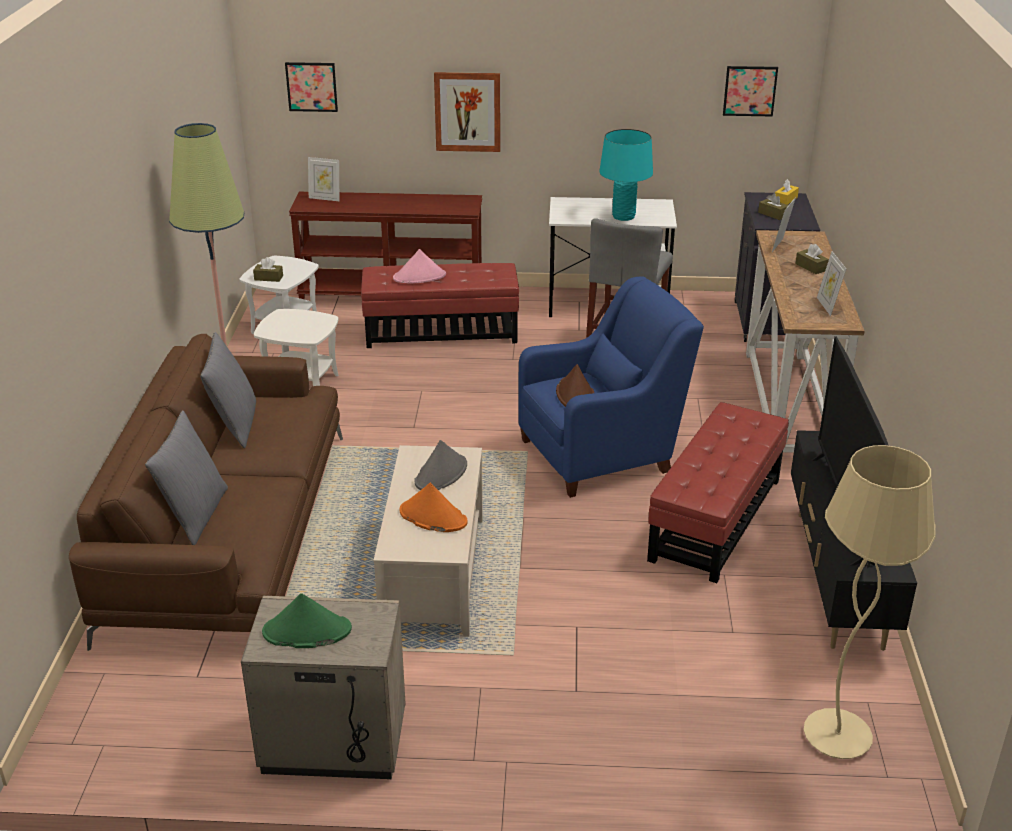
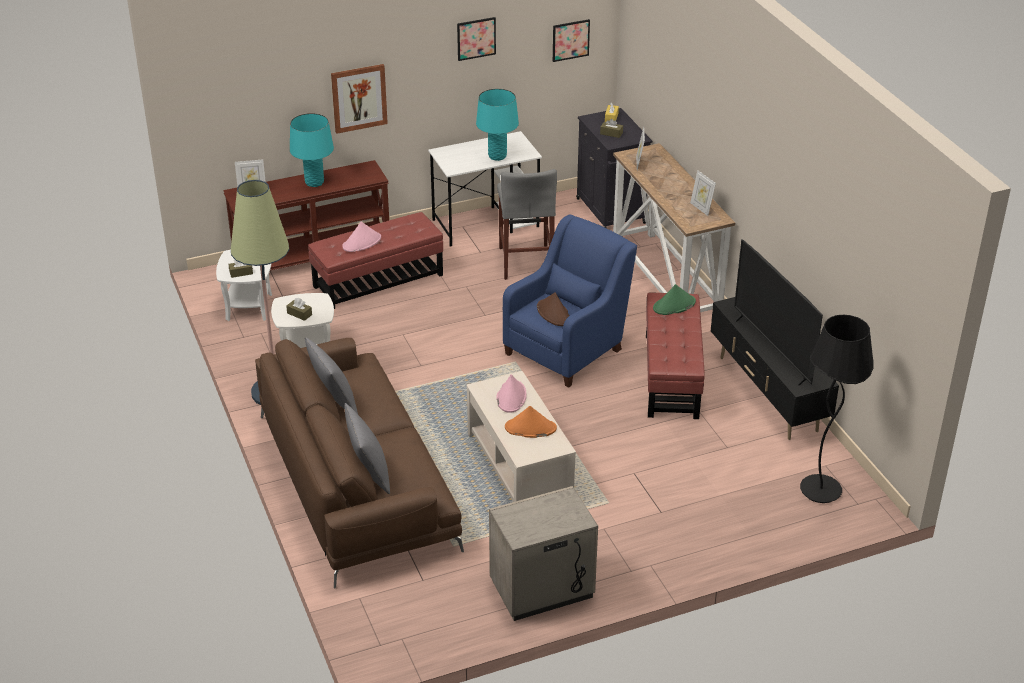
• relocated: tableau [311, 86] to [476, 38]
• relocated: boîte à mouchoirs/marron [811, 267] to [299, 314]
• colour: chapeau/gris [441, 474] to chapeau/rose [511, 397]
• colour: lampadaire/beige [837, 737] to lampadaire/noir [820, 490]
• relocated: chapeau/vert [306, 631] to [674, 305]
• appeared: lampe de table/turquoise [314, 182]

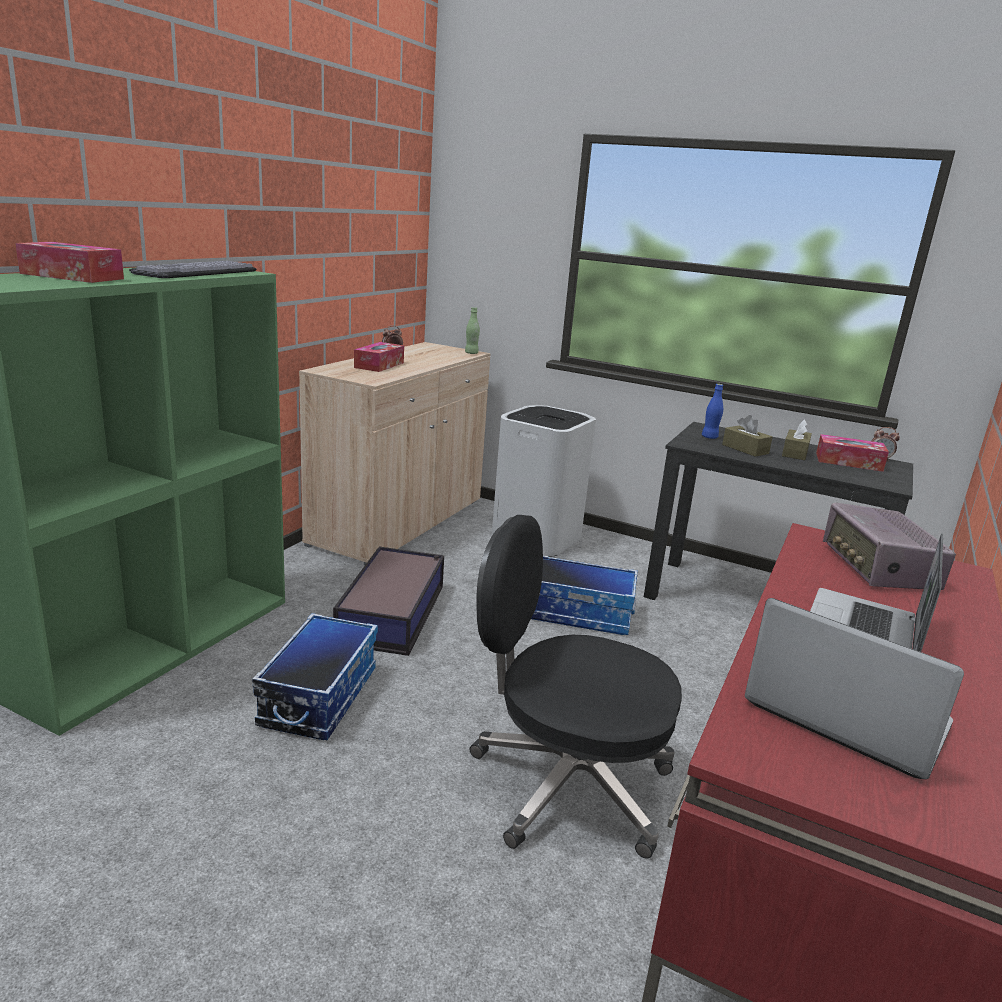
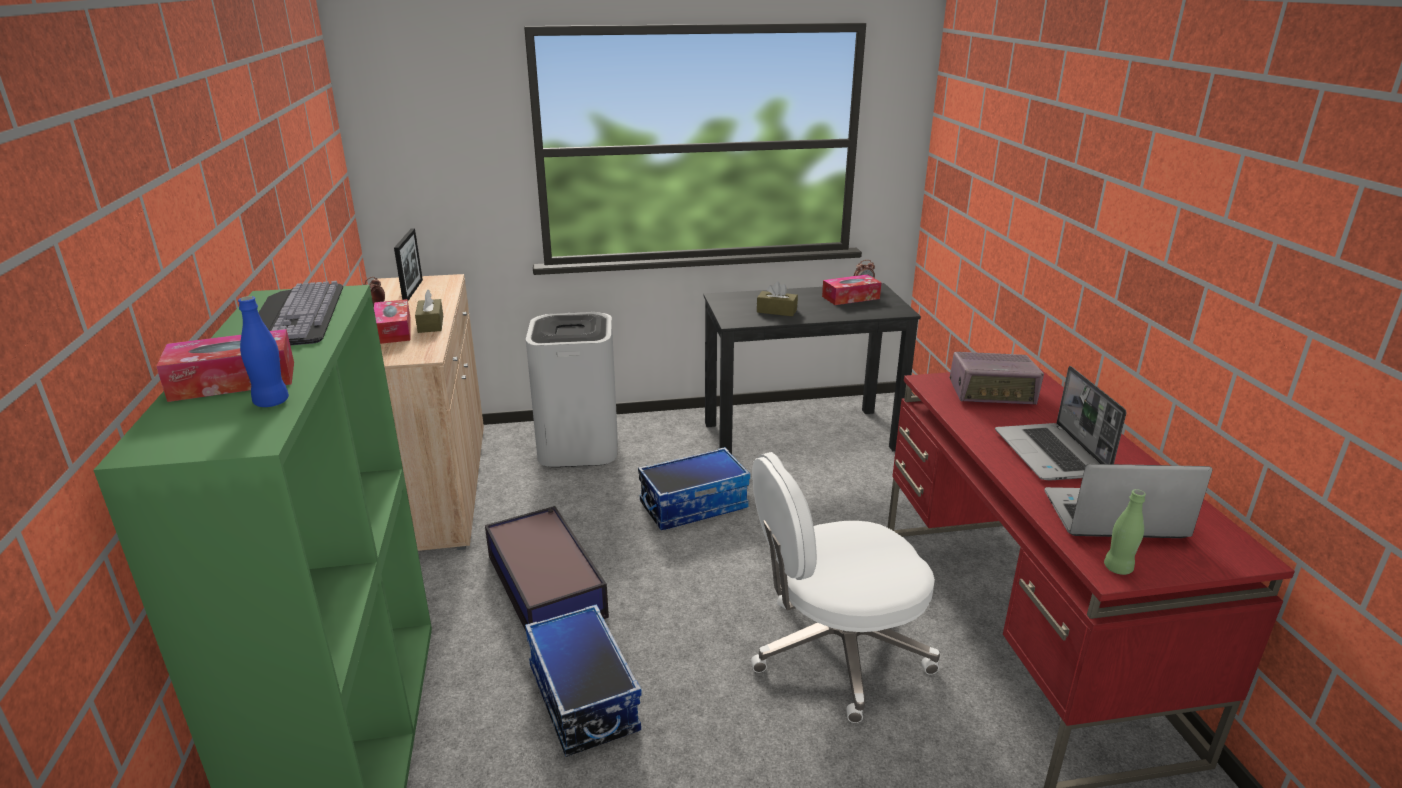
• relocated: bouteille/vert [471, 353] to [1118, 568]
• relocated: bouteille/bleu [709, 437] to [271, 402]
• relocated: boîte à mouchoirs/marron [795, 453] to [430, 324]
• spun: radio [878, 568] = [992, 394] 45 degrees counterclockwise
• colour: chaise de bureau/noir [566, 783] to chaise de bureau/blanc [836, 652]
• appeared: cadre photo [413, 291]

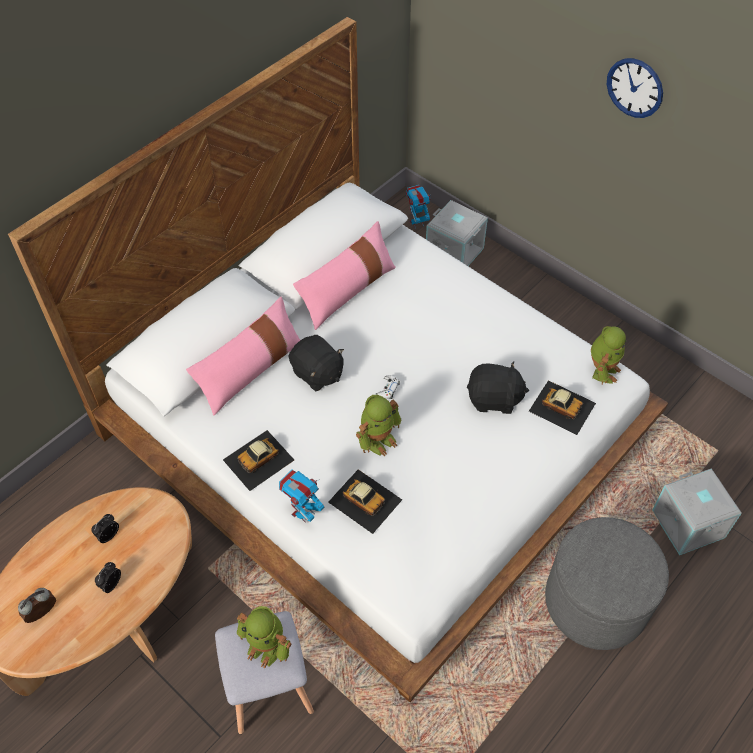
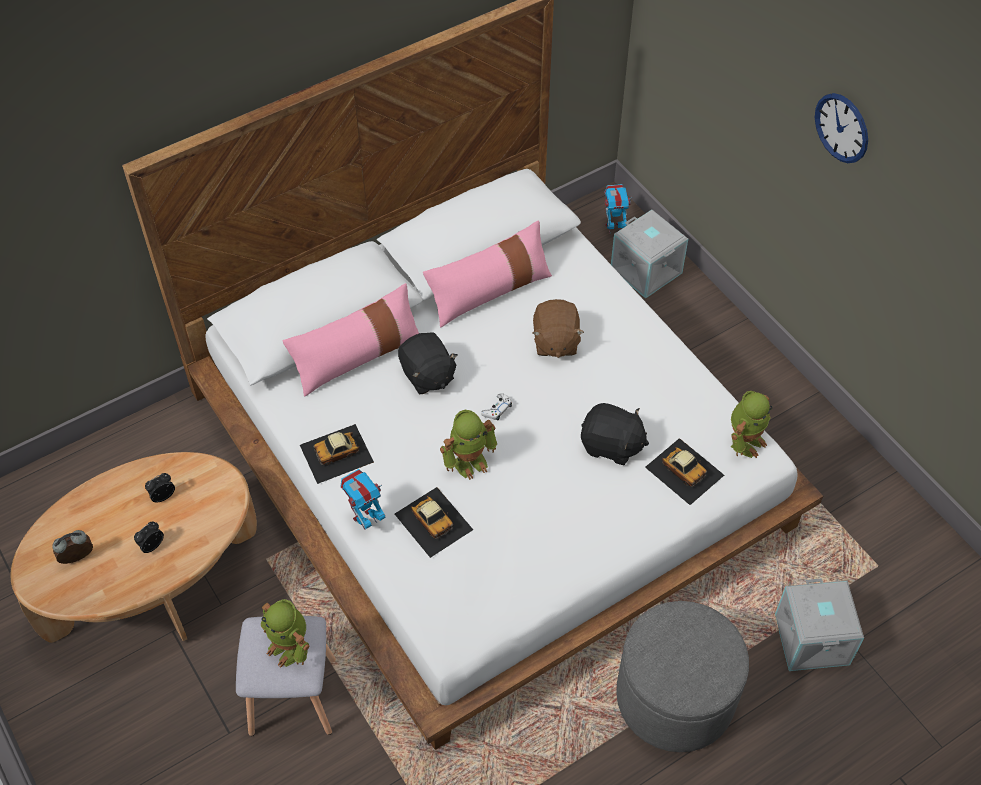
• appeared: peluche/marron [555, 341]

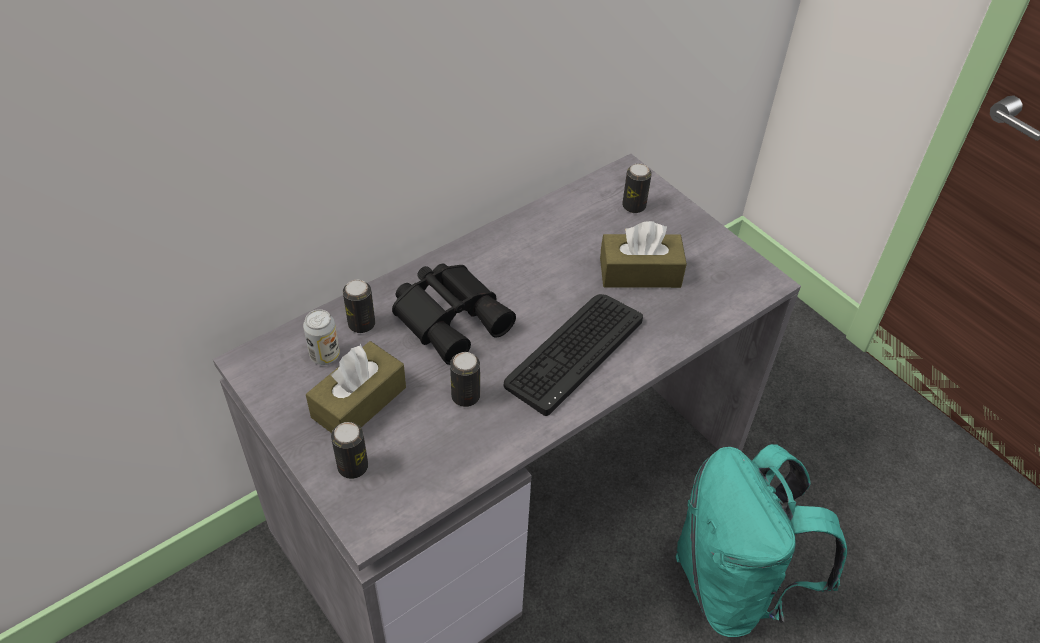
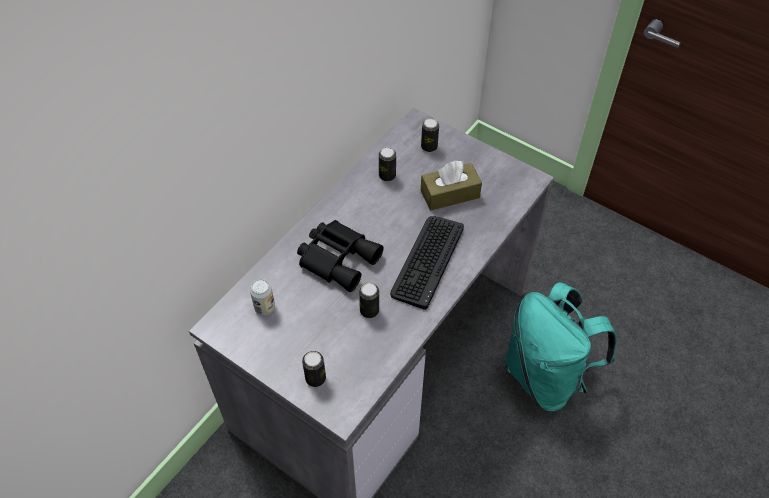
• relocated: boîte métallique [361, 324] to [387, 175]
• missing: boîte à mouchoirs/marron [359, 402]

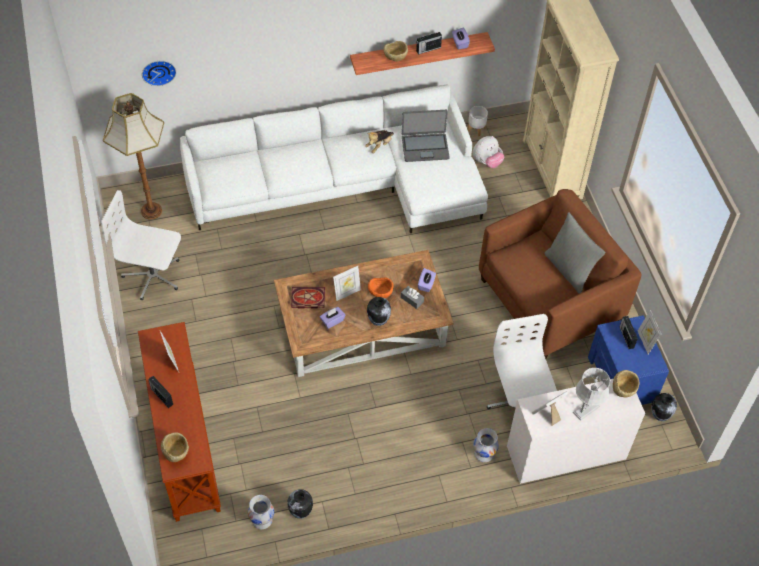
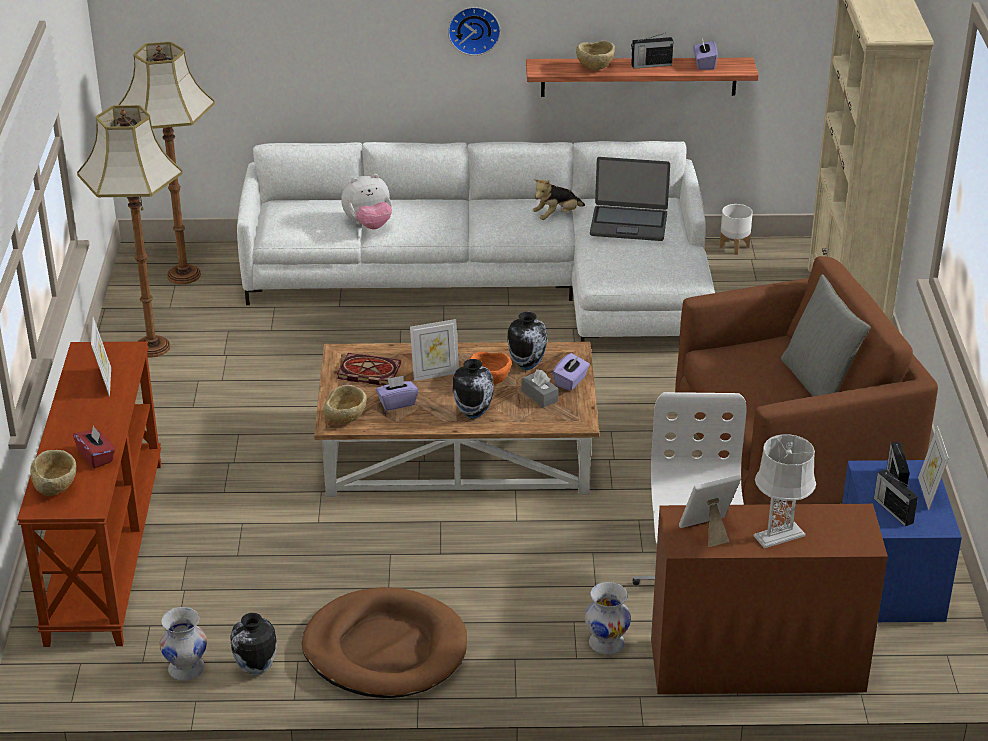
• relocated: horloge murale [158, 71] to [474, 29]
• relocated: peluche [486, 162] to [368, 225]
• exchanged: chaise de bureau/blanc [153, 276] to lampadaire [151, 347]
• relocated: bol/beige [623, 390] to [345, 420]
• relocated: radio [161, 396] to [893, 510]
• colour: bureau/blanc [566, 453] to bureau/marron [756, 666]
• relocated: vase [660, 415] to [527, 365]
• appeared: boîte à mouchoirs/rouge [96, 457]
• appeared: panier pour chien/marron [385, 649]

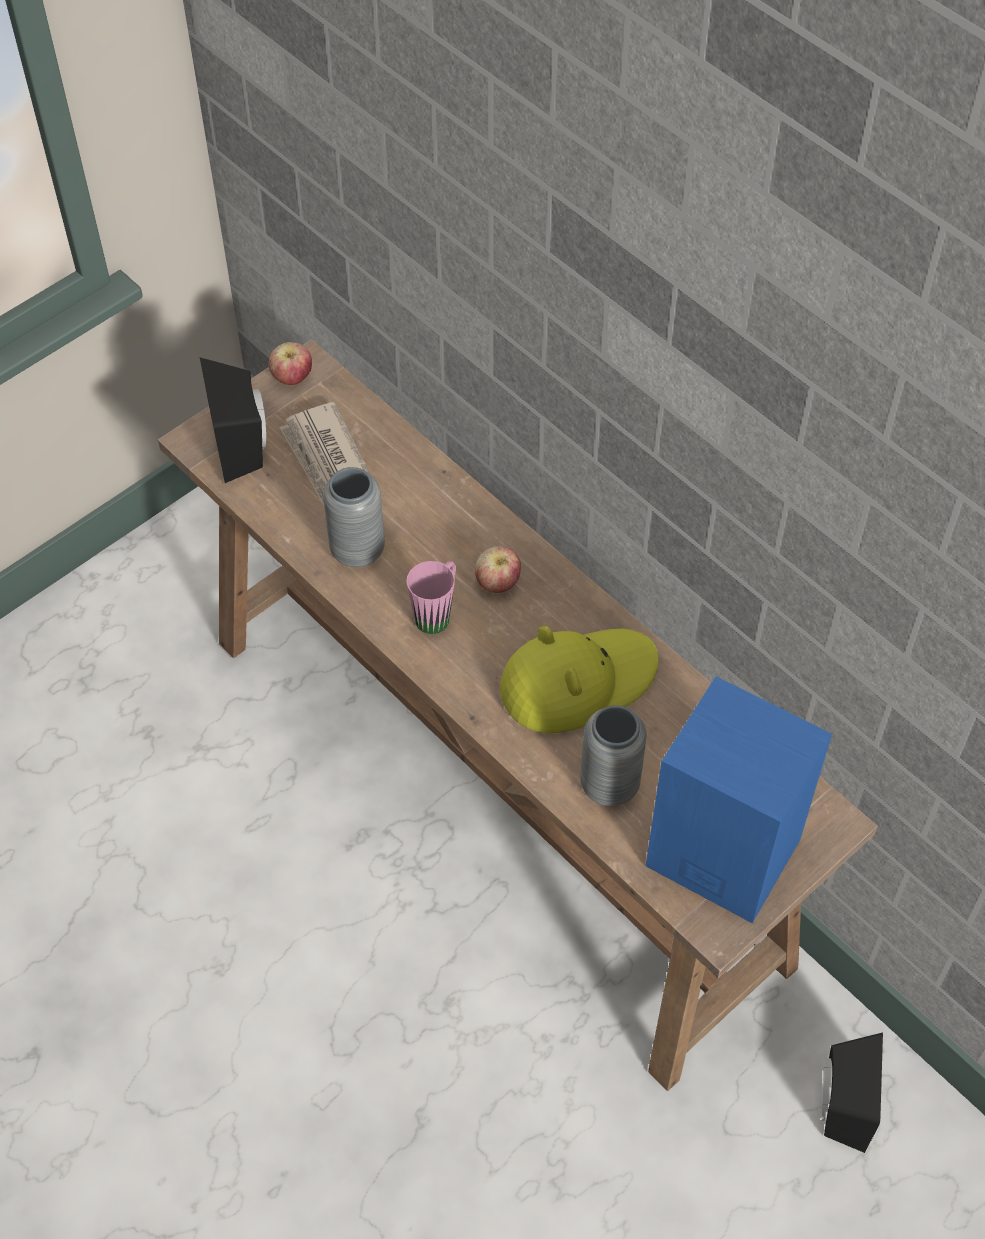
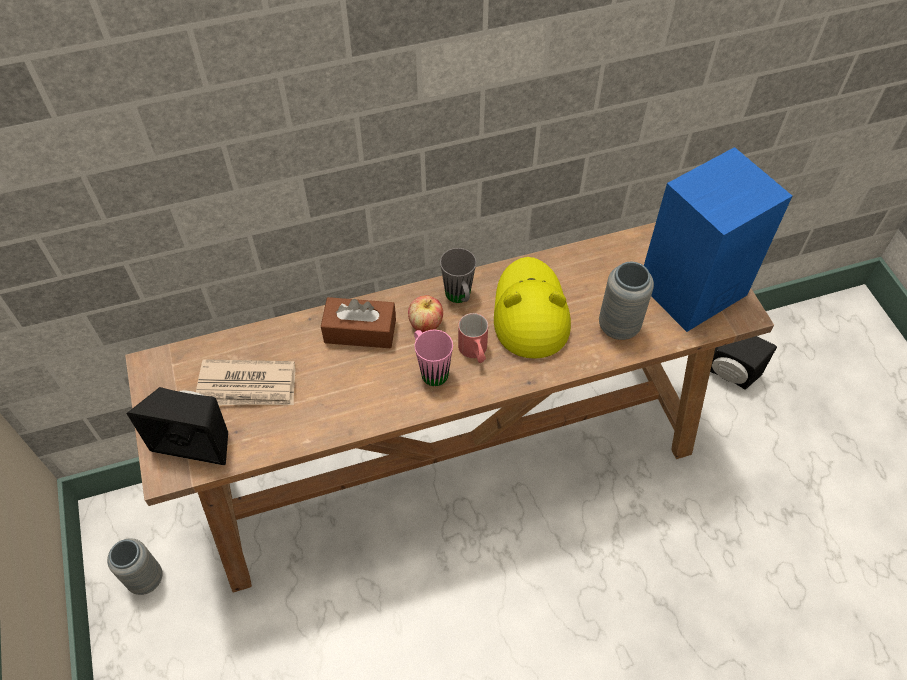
• missing: pomme [292, 378]
• relocated: vase/gris [357, 551] to [146, 579]
• appeared: mug/gris [459, 298]
• appeared: boîte à mouchoirs/marron [360, 331]
• appeared: mug/rouge [474, 352]

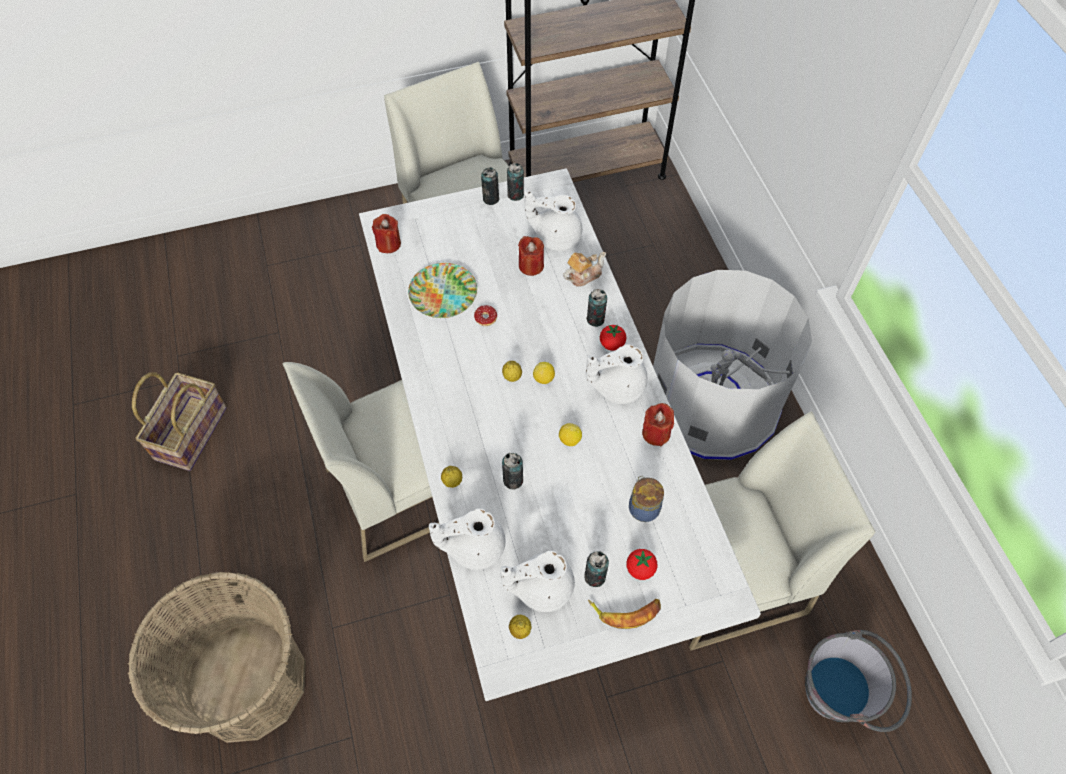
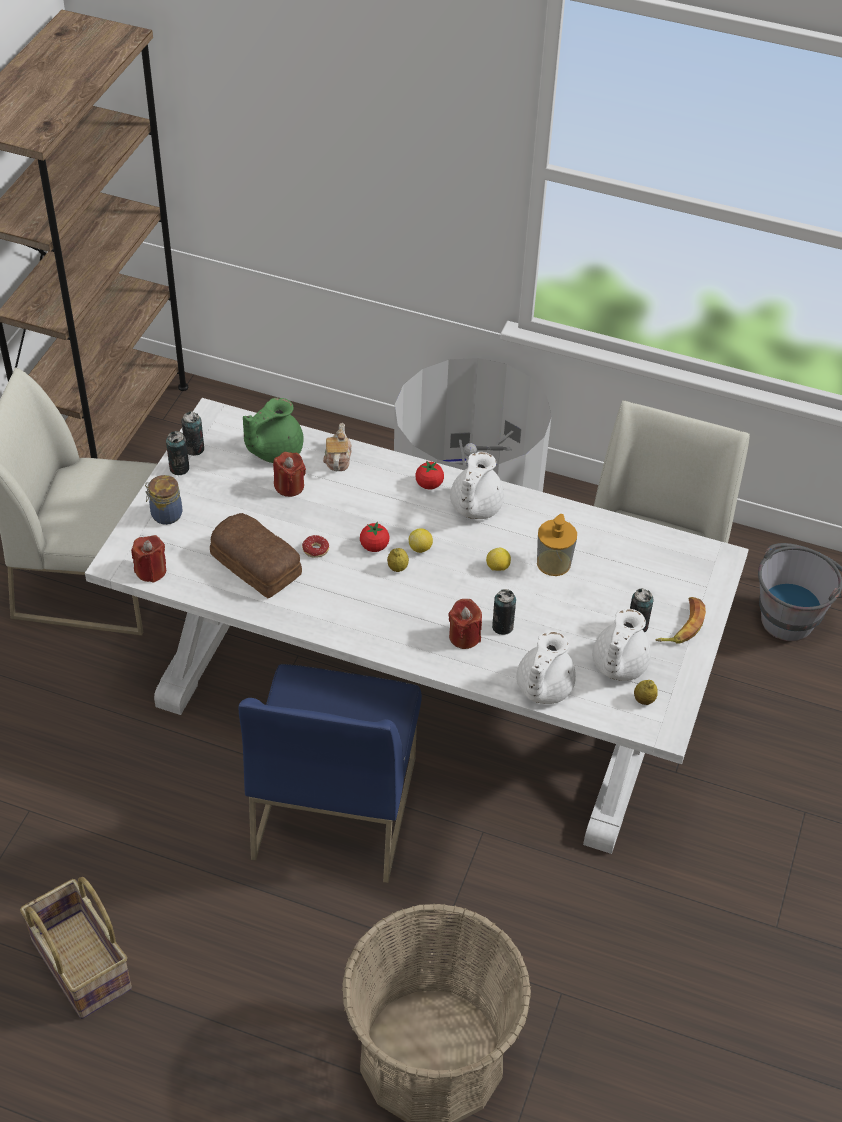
• colour: théière/blanc [556, 236] to théière/vert [274, 451]
• exchanged: assiette [443, 293] to pain [256, 563]
• missing: boîte métallique [595, 319]
• colour: chaise/blanc [401, 488] to chaise/bleu [334, 806]
• relocated: bougie/rouge [656, 433] to [464, 636]
• missing: citron [452, 481]
• relocated: bocal [643, 507] to [165, 514]
• relocated: tomate [640, 569] to [374, 546]
• appeared: distributeur de savon [553, 563]

